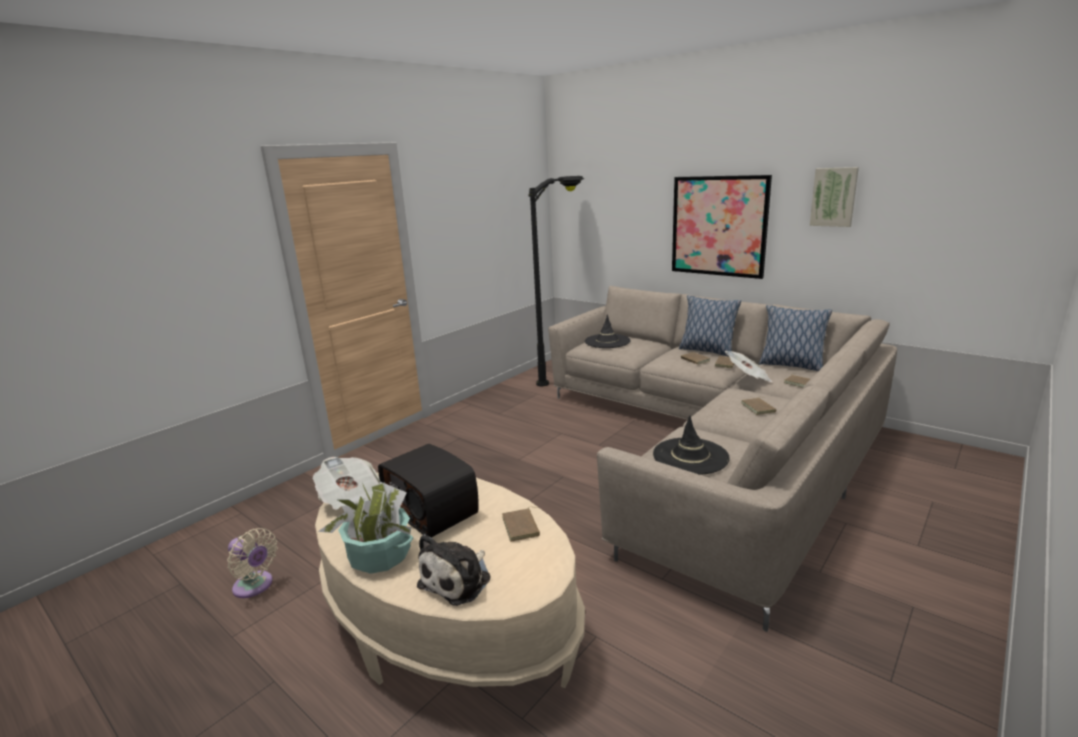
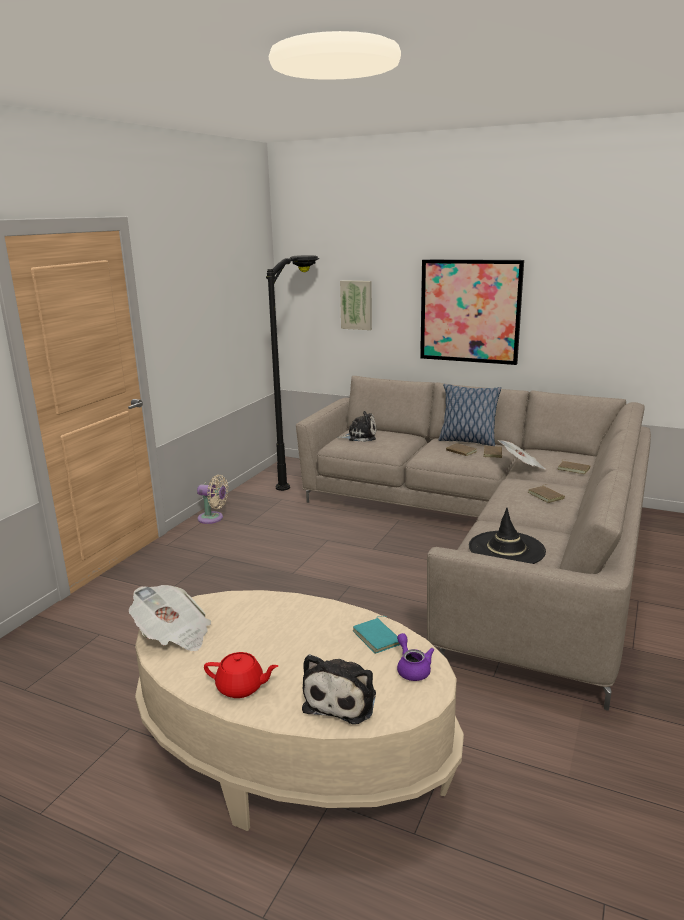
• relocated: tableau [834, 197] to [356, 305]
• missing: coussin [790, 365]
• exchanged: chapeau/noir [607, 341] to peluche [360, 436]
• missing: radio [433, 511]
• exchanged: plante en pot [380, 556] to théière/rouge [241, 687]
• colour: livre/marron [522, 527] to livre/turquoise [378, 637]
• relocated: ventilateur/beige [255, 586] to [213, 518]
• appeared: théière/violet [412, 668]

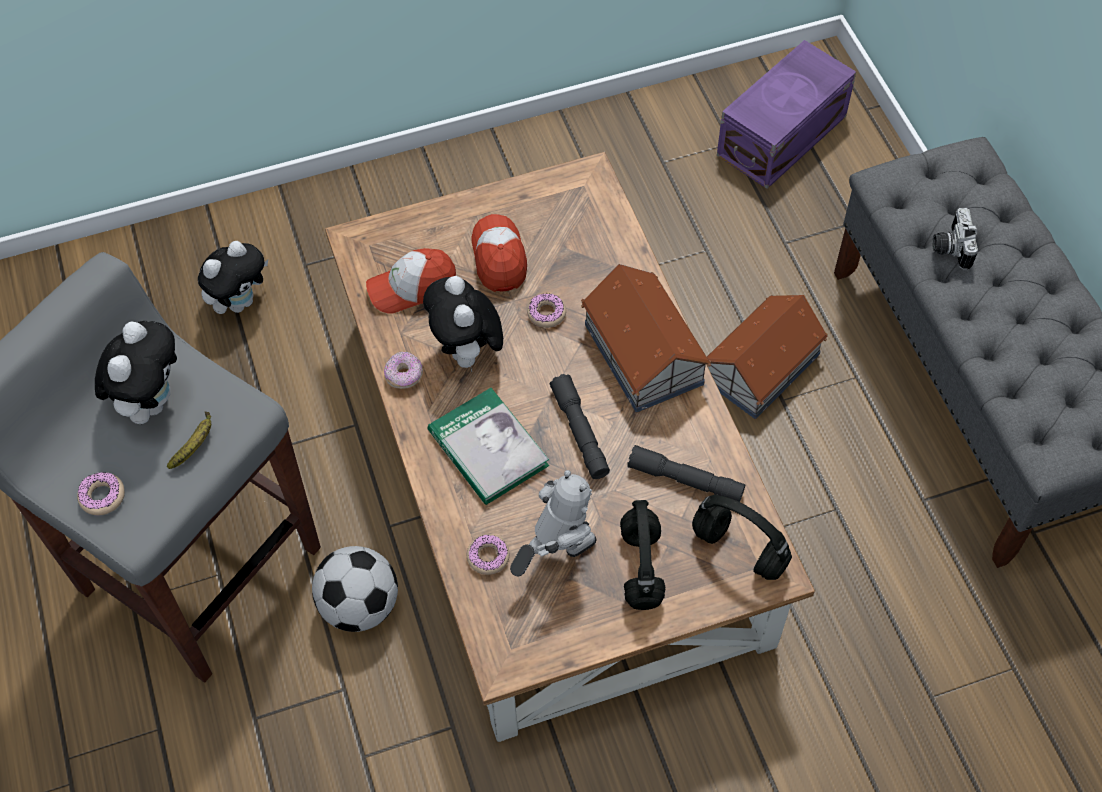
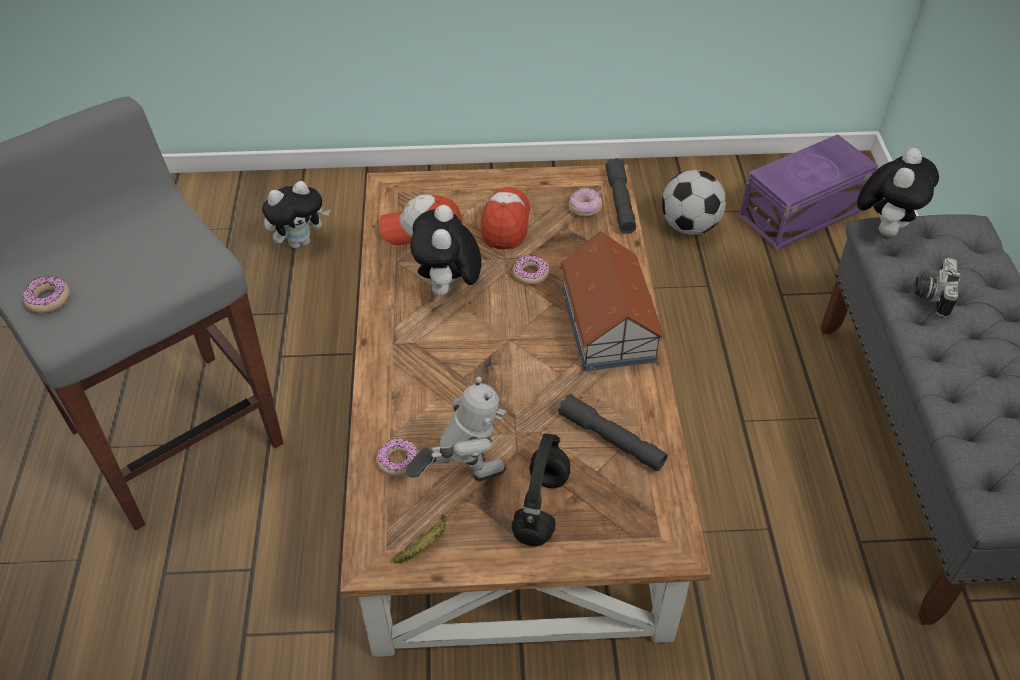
• missing: maison miniature [762, 366]
• relocated: peluche [151, 401] to [884, 228]
• relocated: beignet [404, 376] to [585, 209]
• relocated: lampe de poche/gris [580, 432] to [620, 202]
• missing: livre [488, 448]
• relocated: banane [196, 444] to [425, 545]
• missing: casque audio/noir [741, 550]
• relocated: ballon de foot [359, 606] to [688, 226]

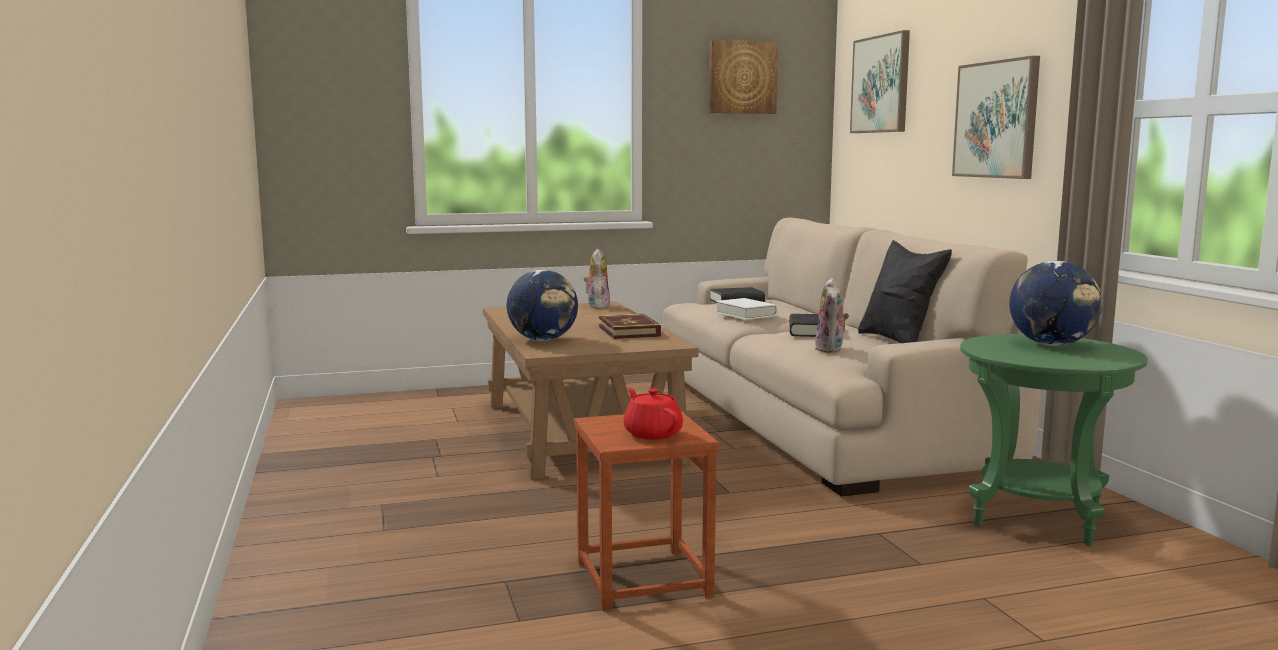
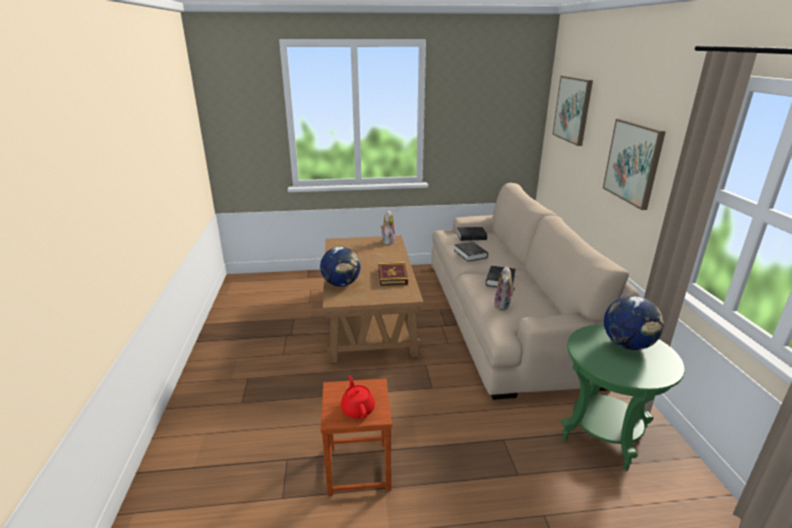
• missing: tableau [742, 77]
• missing: coussin/noir [899, 342]
• colour: livre/blanc [746, 314] to livre/noir [470, 254]

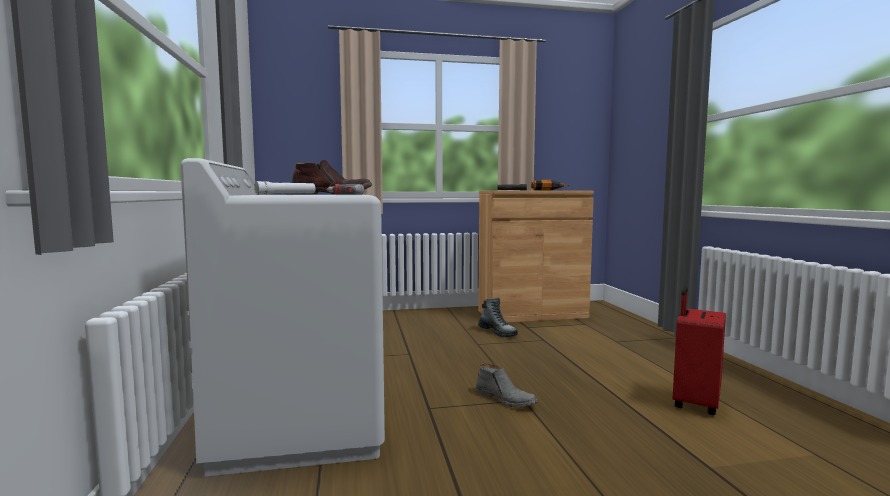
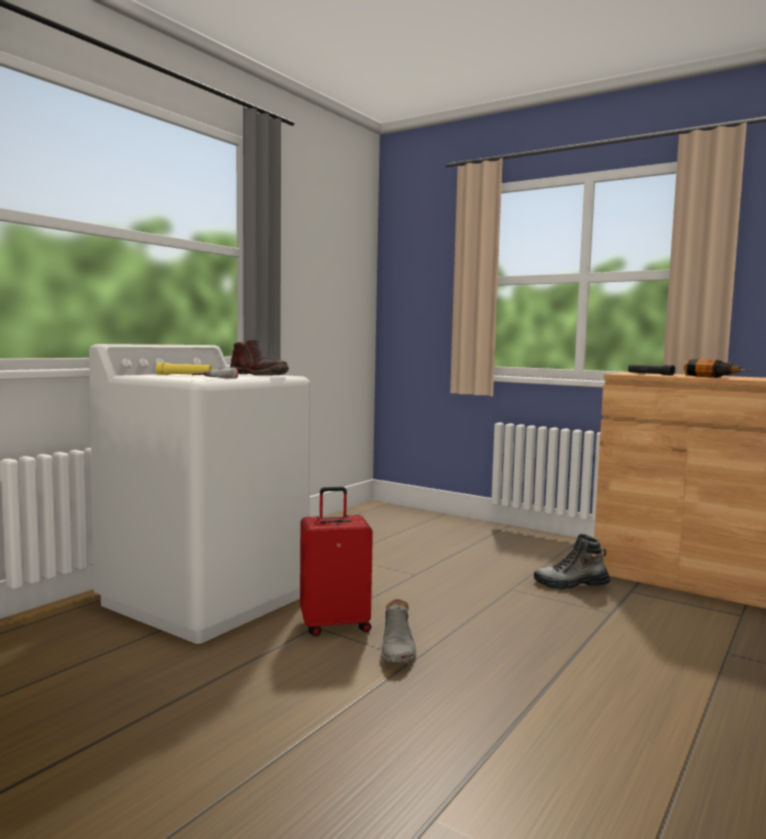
• colour: lampe de poche/blanc [286, 194] to lampe de poche/jaune [184, 375]
• relocated: valise/rouge [694, 403] to [335, 625]
• spun: botte [498, 332] = [571, 585] 90 degrees clockwise

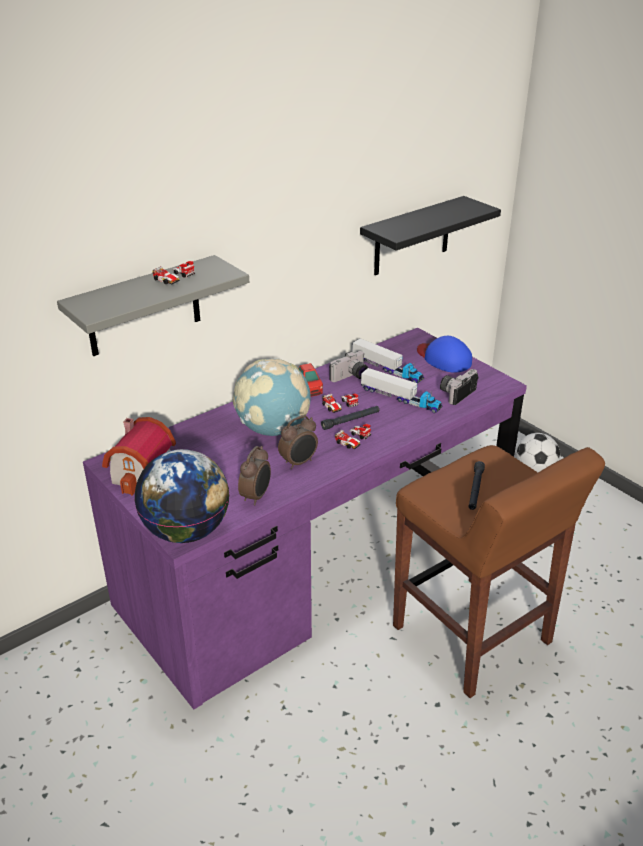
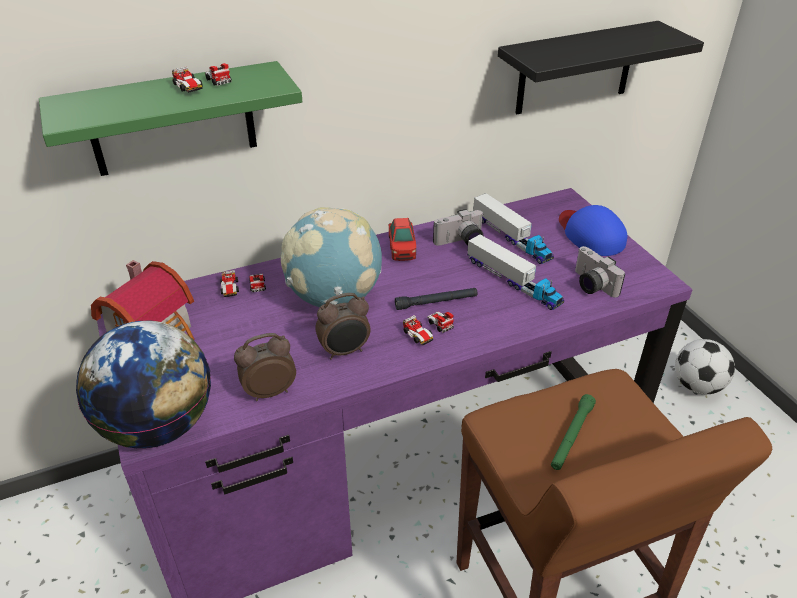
• colour: étagère/gris [144, 307] to étagère/vert [172, 120]
• spun: appareil photo [456, 393] = [590, 285] 90 degrees counterclockwise
• relocated: petite voiture [340, 406] to [243, 288]
• spun: réveil [256, 496] = [269, 391] 150 degrees counterclockwise
• colour: lampe de poche/noir [475, 489] to lampe de poche/vert [571, 436]

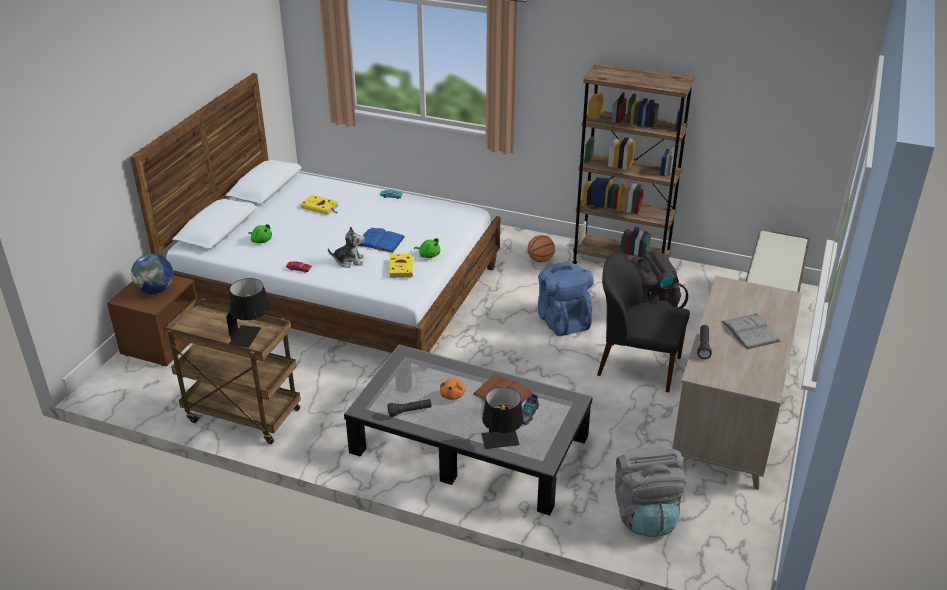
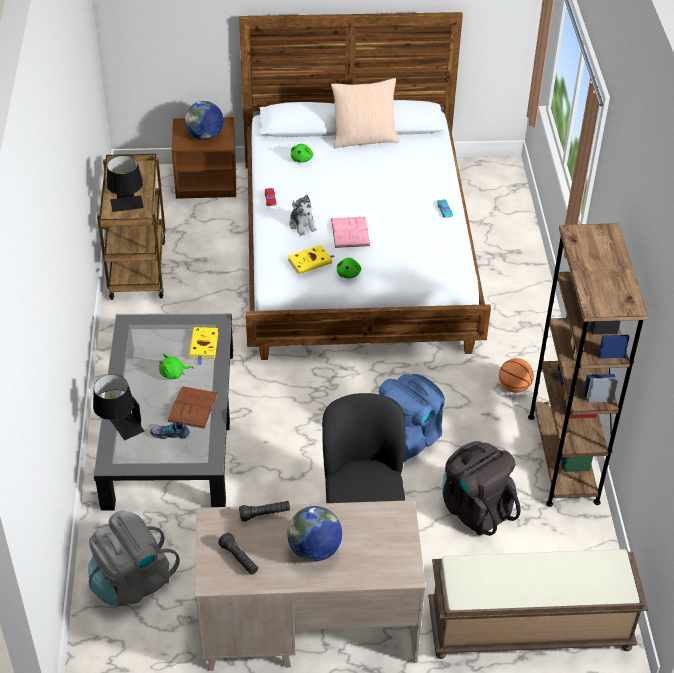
• relocated: livre/jaune [320, 207] to [204, 346]
• colour: livre/bleu [380, 241] to livre/rose [350, 232]
• exchanged: livre/gris [750, 331] to globe [314, 550]
• colour: peluche/orange [452, 395] to peluche/vert [174, 373]
• relocated: lampe de poche/noir [410, 411] to [239, 559]
• appeared: coussin/beige [364, 139]

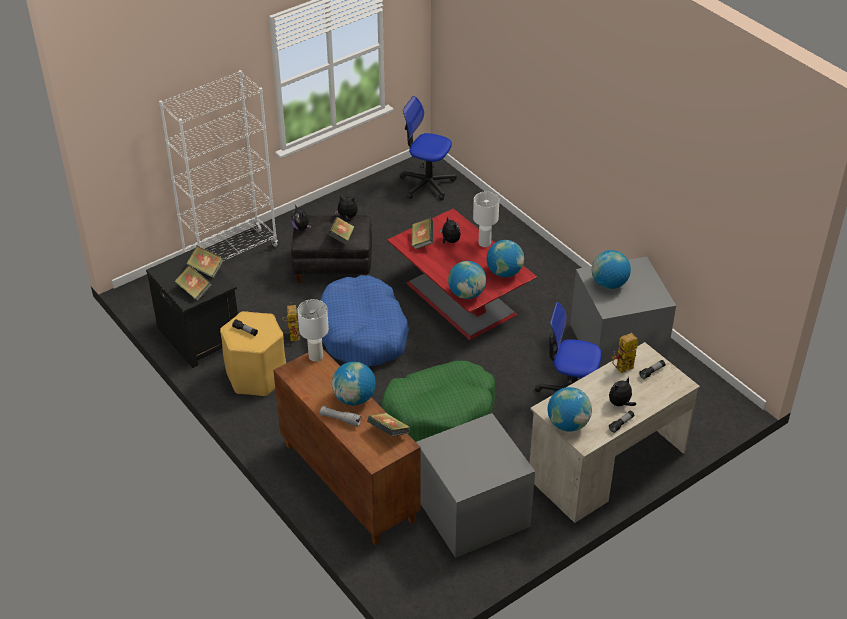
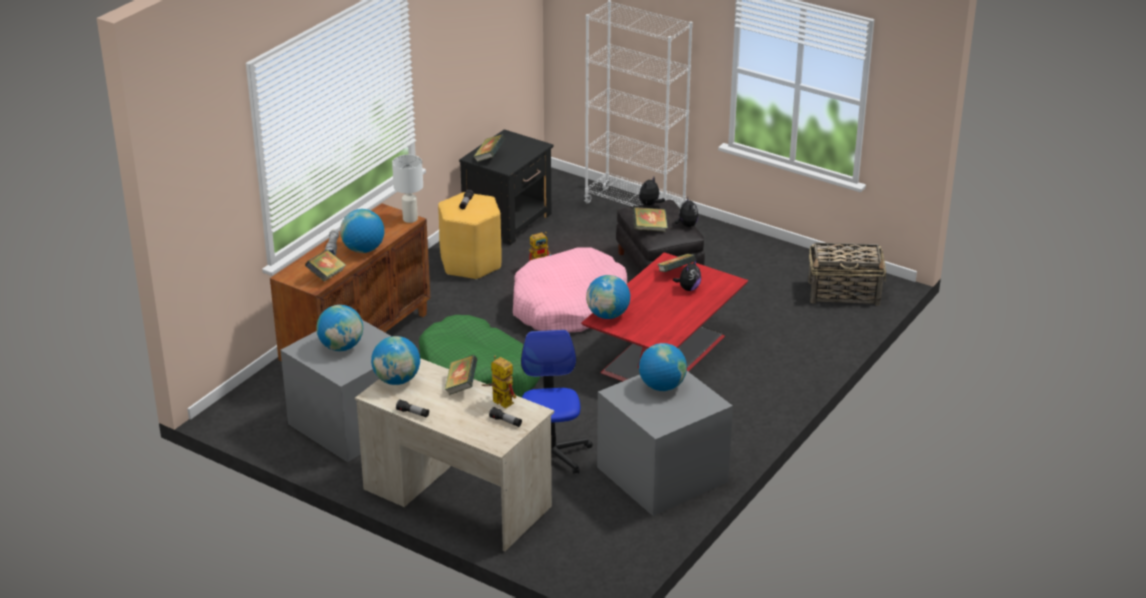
• exchanged: chaise de bureau [427, 184] to panier [844, 293]
• missing: lampe de table/blanc [484, 243]
• relocated: globe [504, 272] to [341, 347]
• relocated: livre [206, 269] to [461, 385]
• colour: panier pour chien/bleu [363, 333] to panier pour chien/rose [568, 306]
• missing: peluche [620, 404]

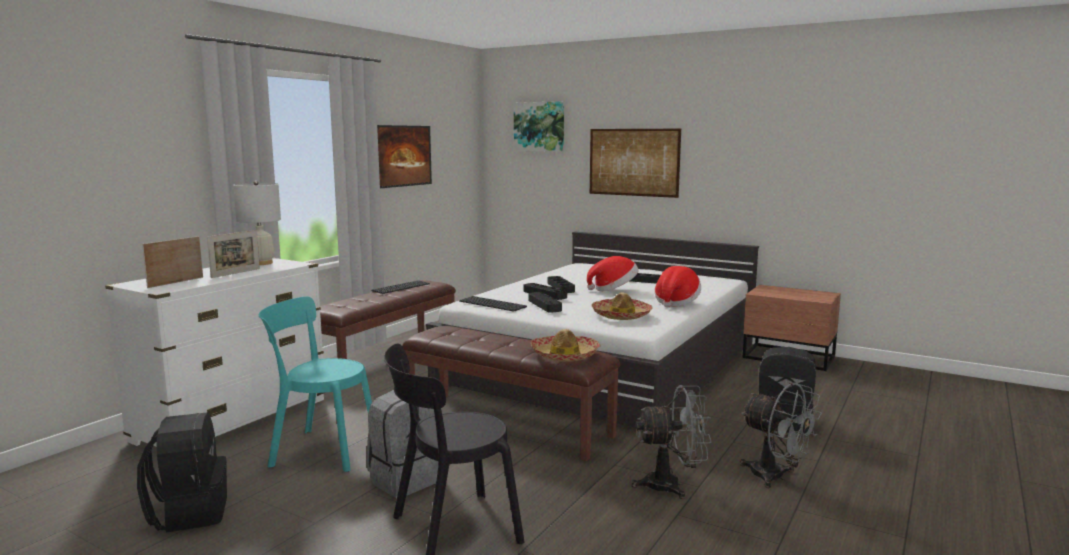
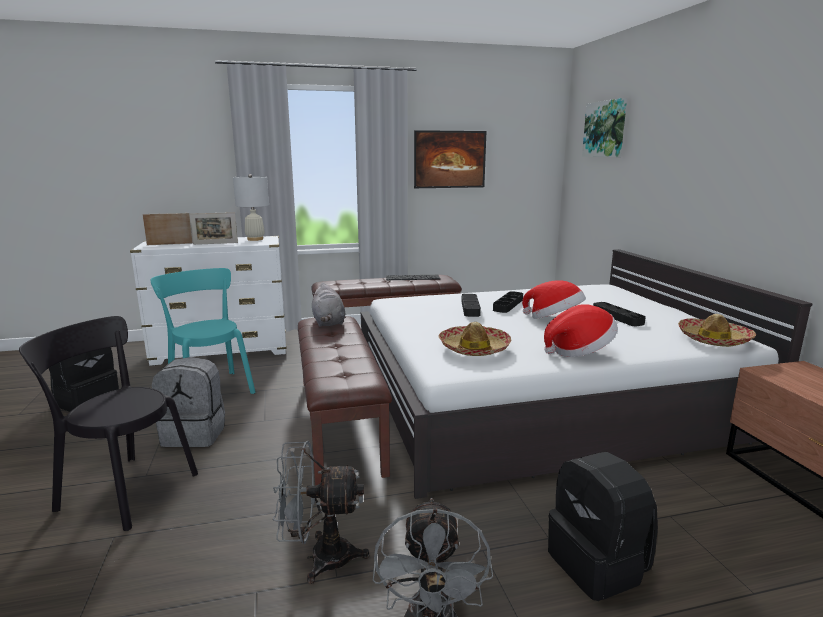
• missing: tableau [633, 162]
• missing: plateau/noir [544, 305]
• missing: clavier [494, 304]
• relocated: chapeau [565, 355] to [713, 340]
• spun: ventilateur/gris [672, 485] = [319, 558] 135 degrees clockwise
• appeared: peluche/gris [328, 322]

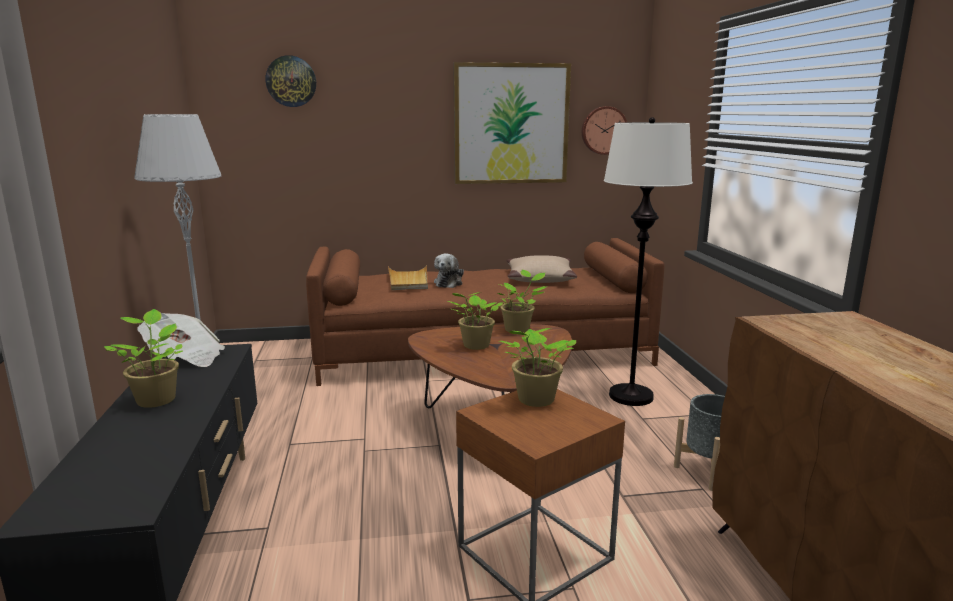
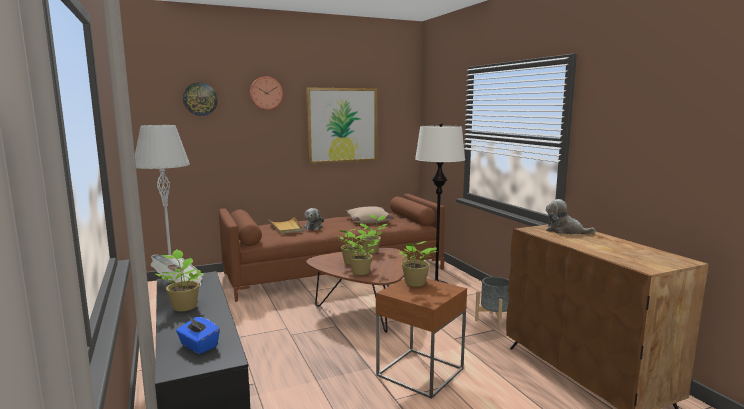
• relocated: horloge murale [603, 130] to [266, 93]
• appeared: peluche [565, 231]
• appeared: plante en pot [361, 272]
• appeared: boîte à mouchoirs/bleu [198, 346]

